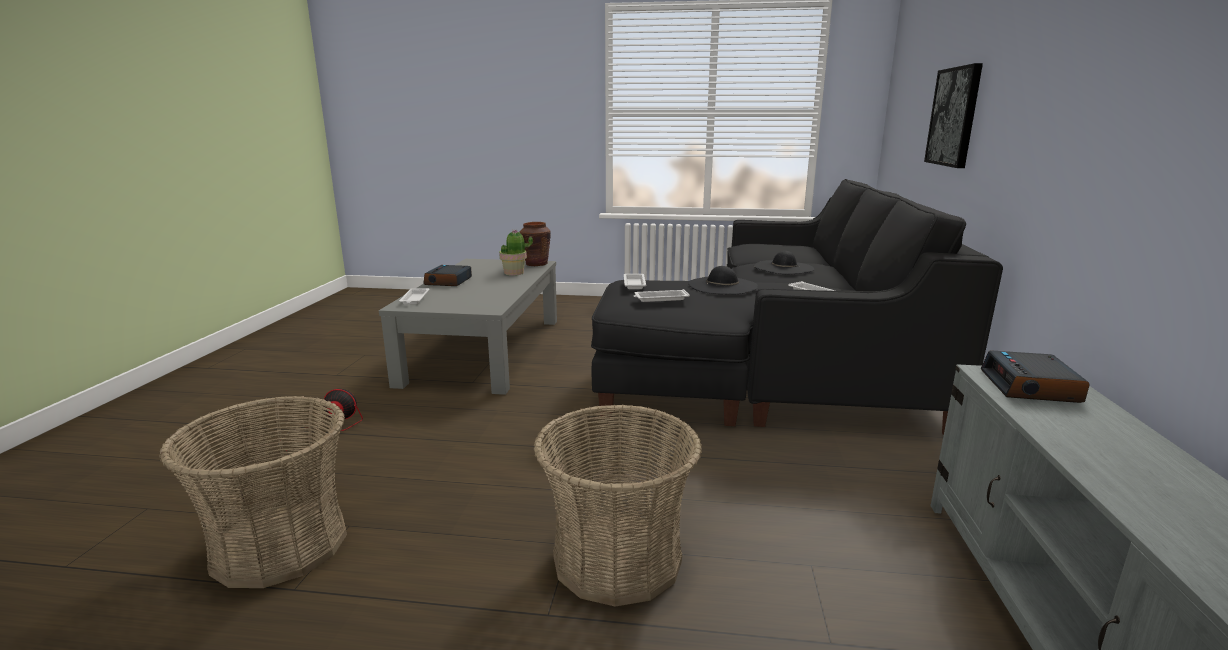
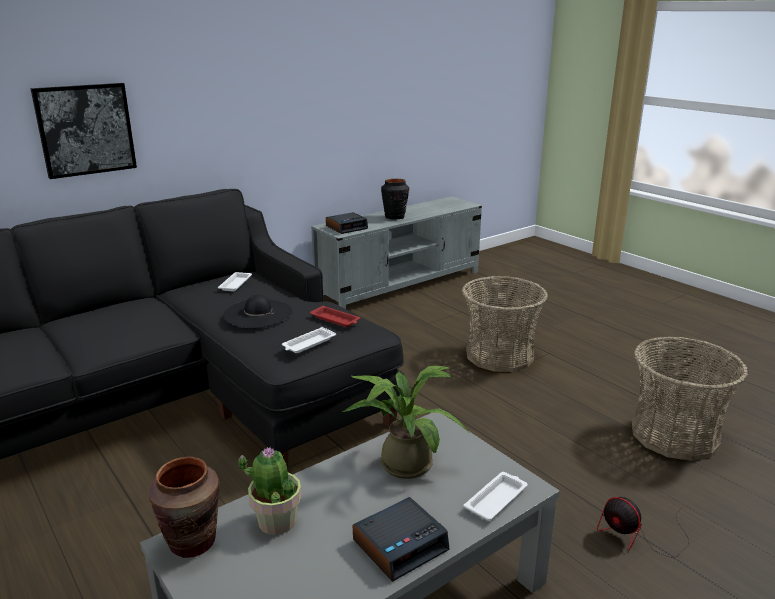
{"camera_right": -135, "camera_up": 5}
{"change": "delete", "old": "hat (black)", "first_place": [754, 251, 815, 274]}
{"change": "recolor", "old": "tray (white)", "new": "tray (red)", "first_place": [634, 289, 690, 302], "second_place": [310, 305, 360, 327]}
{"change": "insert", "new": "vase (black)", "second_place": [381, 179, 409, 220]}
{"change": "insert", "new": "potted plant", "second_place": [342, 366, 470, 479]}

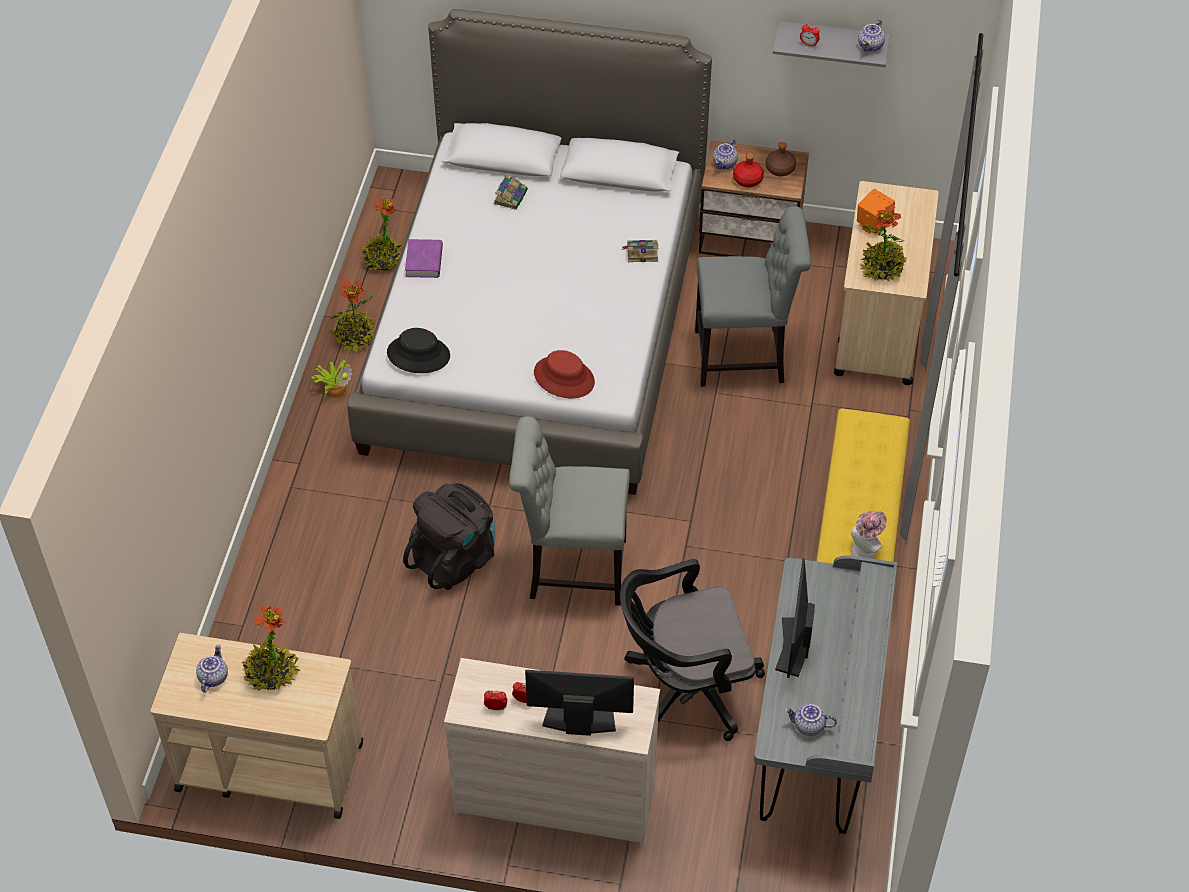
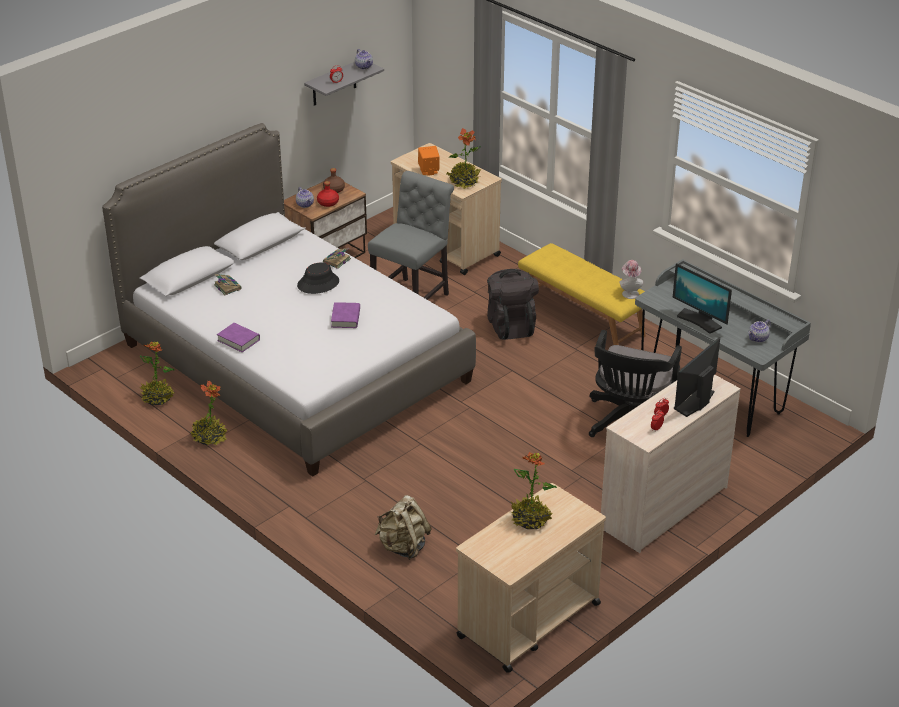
{"camera_right": -55, "camera_up": -15}
{"change": "move", "old": "hat (black)", "first_place": [387, 328, 450, 373], "second_place": [297, 263, 339, 294]}
{"change": "delete", "old": "hat (red)", "first_place": [534, 350, 595, 398]}
{"change": "delete", "old": "potted plant", "first_place": [311, 360, 352, 398]}
{"change": "delete", "old": "chair (grey)", "first_place": [509, 417, 630, 606]}
{"change": "move", "old": "backpack (black)", "first_place": [403, 483, 496, 590], "second_place": [487, 269, 539, 340]}
{"change": "delete", "old": "teapot", "first_place": [196, 644, 228, 693]}
{"change": "insert", "new": "book (purple)", "second_place": [331, 302, 360, 328]}
{"change": "insert", "new": "backpack (beige)", "second_place": [375, 495, 432, 560]}

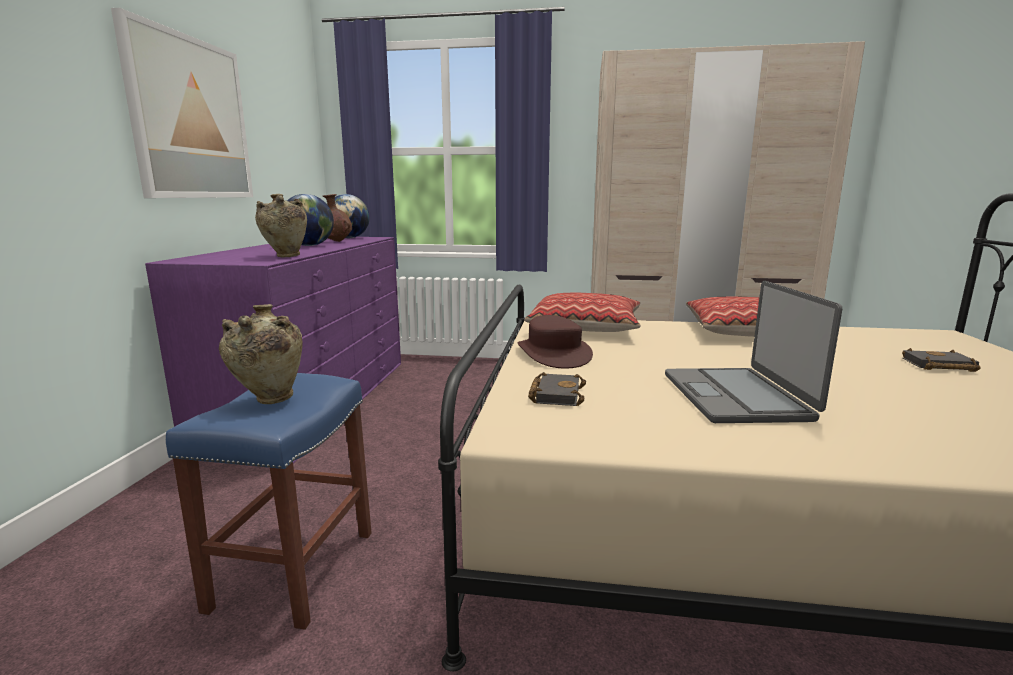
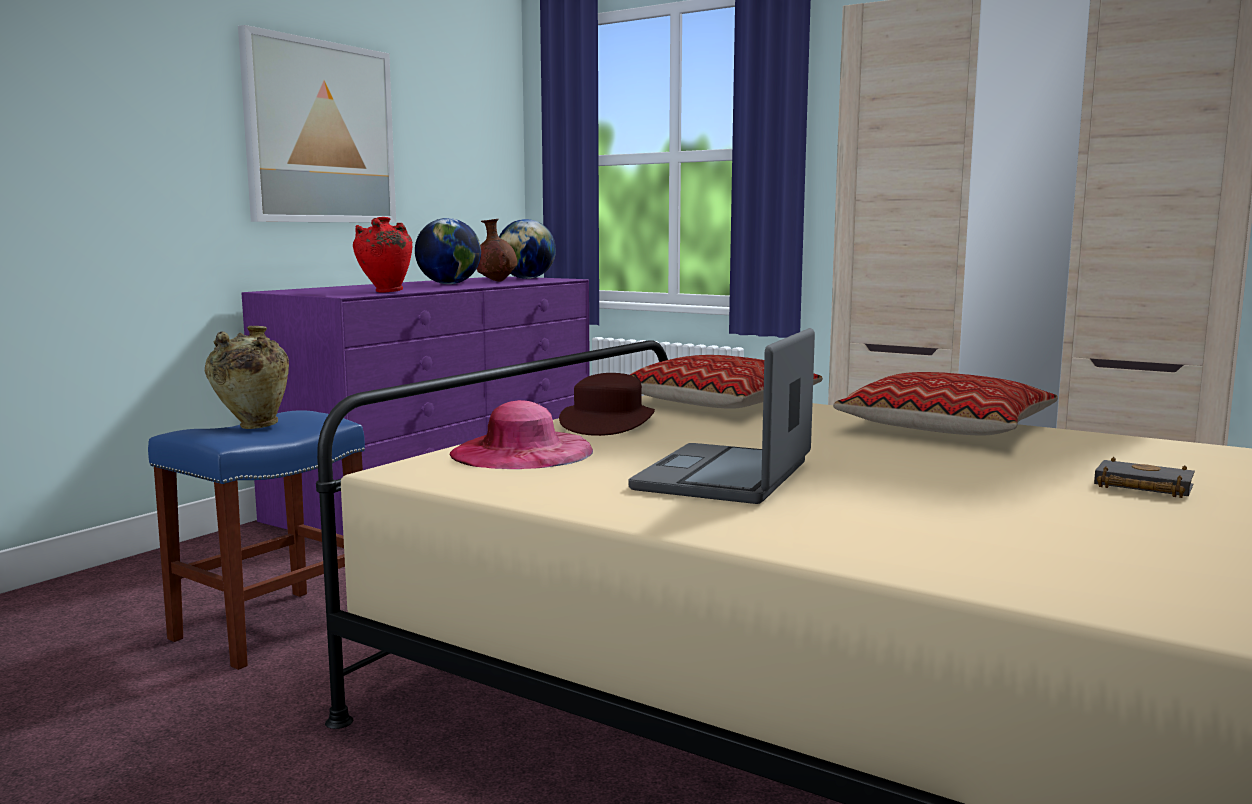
{"camera_right": 25, "camera_up": -5}
{"change": "recolor", "old": "vase (beige)", "new": "vase (red)", "first_place": [255, 194, 307, 257], "second_place": [353, 217, 412, 292]}
{"change": "replace", "old": "book (black)", "new": "hat (pink)", "first_place": [528, 372, 586, 406], "second_place": [449, 400, 593, 469]}

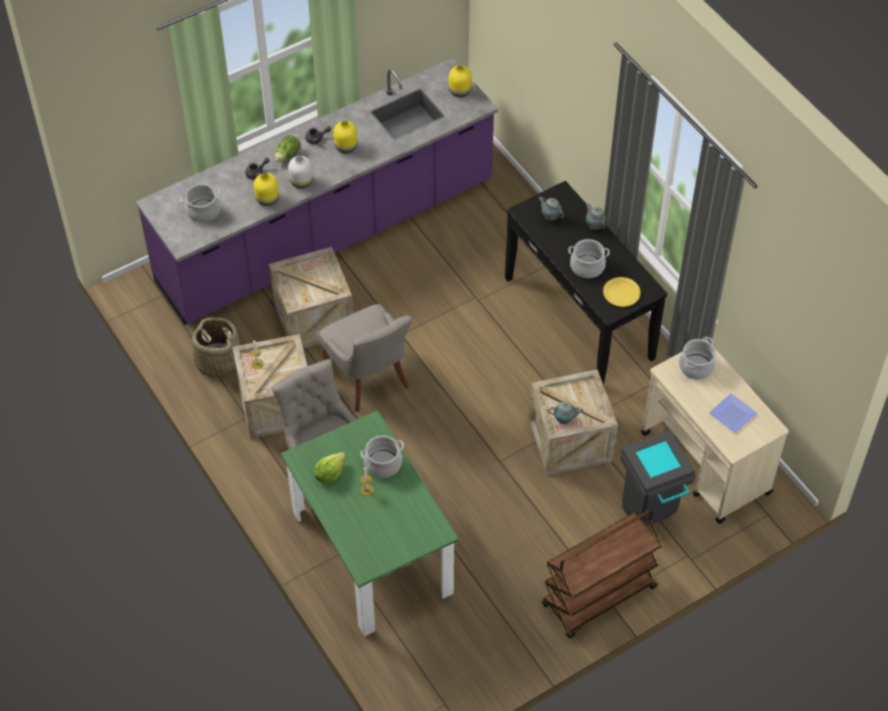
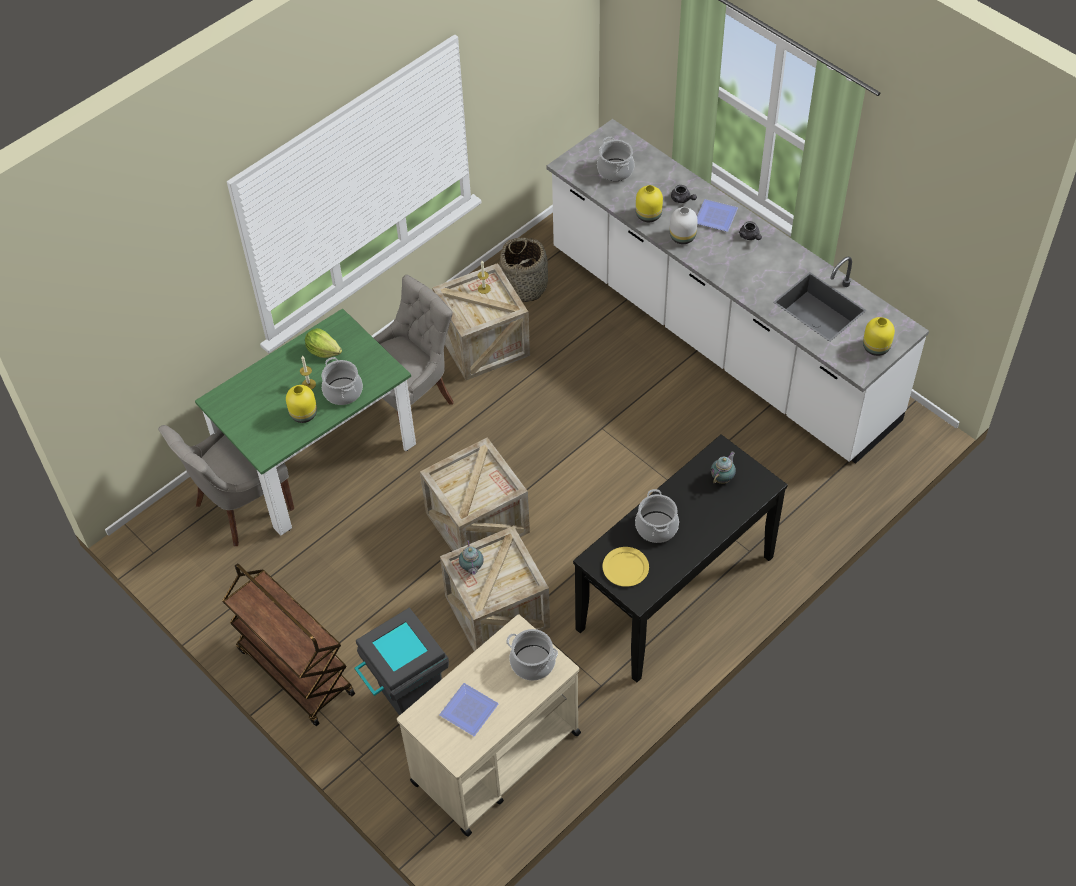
{"camera_right": 80, "camera_up": 0}
{"change": "recolor", "old": "counter (purple)", "new": "counter (white)", "first_place": [136, 58, 498, 325], "second_place": [547, 119, 929, 464]}
{"change": "move", "old": "vase (yellow)", "first_place": [333, 121, 358, 153], "second_place": [286, 385, 317, 423]}
{"change": "replace", "old": "lettuce", "new": "plate", "first_place": [275, 135, 301, 162], "second_place": [697, 199, 738, 232]}
{"change": "delete", "old": "teapot", "first_place": [586, 204, 606, 230]}
{"change": "move", "old": "crate", "first_place": [269, 247, 353, 348], "second_place": [420, 437, 530, 551]}
{"change": "move", "old": "chair (grey)", "first_place": [319, 304, 412, 412], "second_place": [158, 425, 294, 546]}

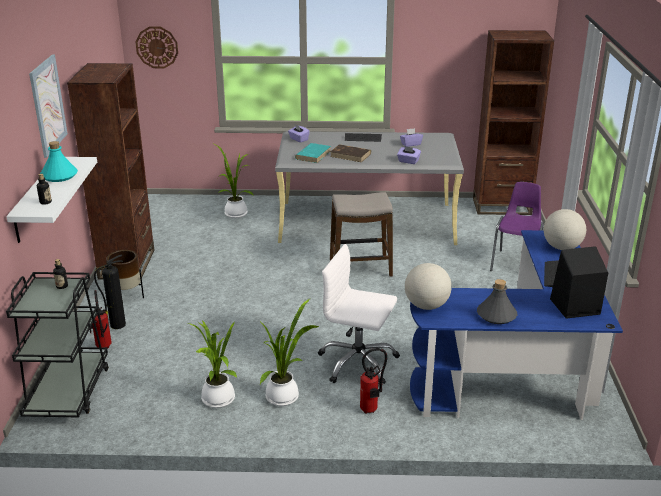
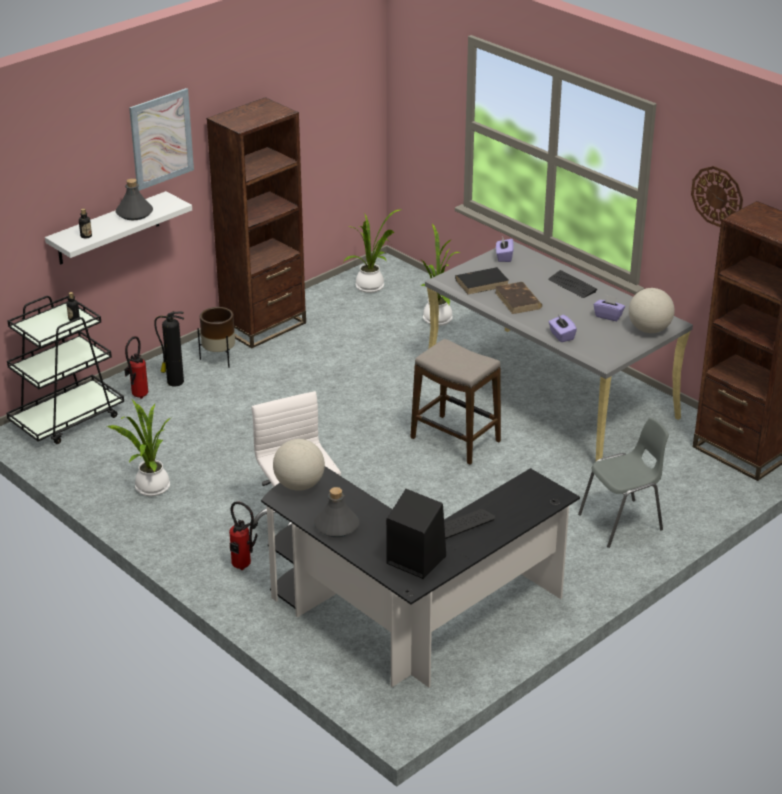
{"camera_right": 45, "camera_up": 5}
{"change": "move", "old": "wall clock", "first_place": [135, 27, 178, 68], "second_place": [691, 166, 743, 227]}
{"change": "recolor", "old": "bottle (turquoise)", "new": "bottle (grey)", "first_place": [40, 141, 78, 182], "second_place": [116, 178, 153, 220]}
{"change": "recolor", "old": "book (turquoise)", "new": "book (black)", "first_place": [295, 143, 331, 163], "second_place": [455, 267, 509, 294]}
{"change": "recolor", "old": "chair (purple)", "new": "chair (grey)", "first_place": [490, 182, 544, 271], "second_place": [578, 418, 669, 548]}
{"change": "move", "old": "globe", "first_place": [544, 209, 586, 250], "second_place": [629, 288, 675, 333]}
{"change": "recolor", "old": "desk (blue)", "new": "desk (black)", "first_place": [410, 230, 623, 420], "second_place": [261, 466, 580, 688]}
{"change": "move", "old": "potted plant", "first_place": [259, 298, 319, 406], "second_place": [343, 209, 402, 293]}

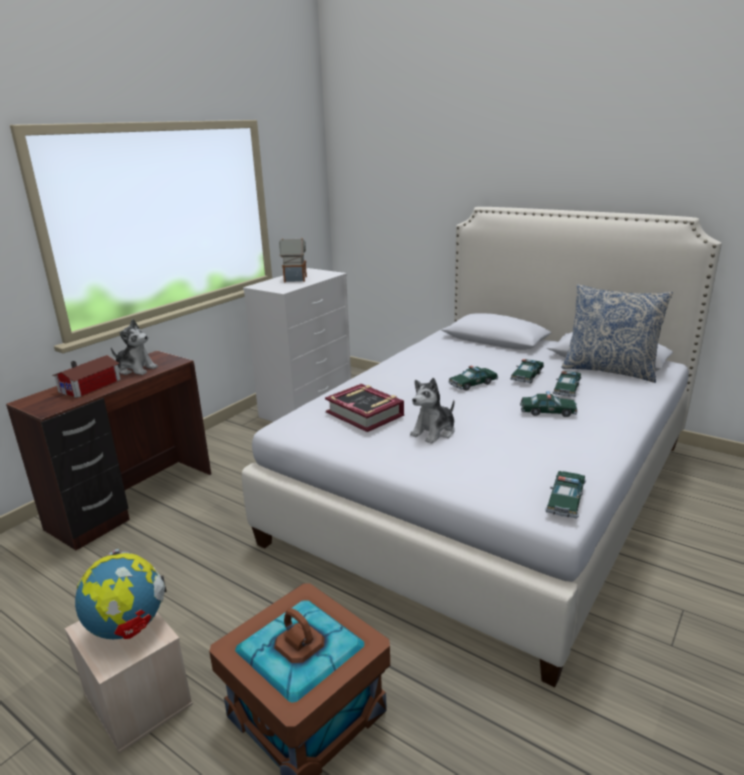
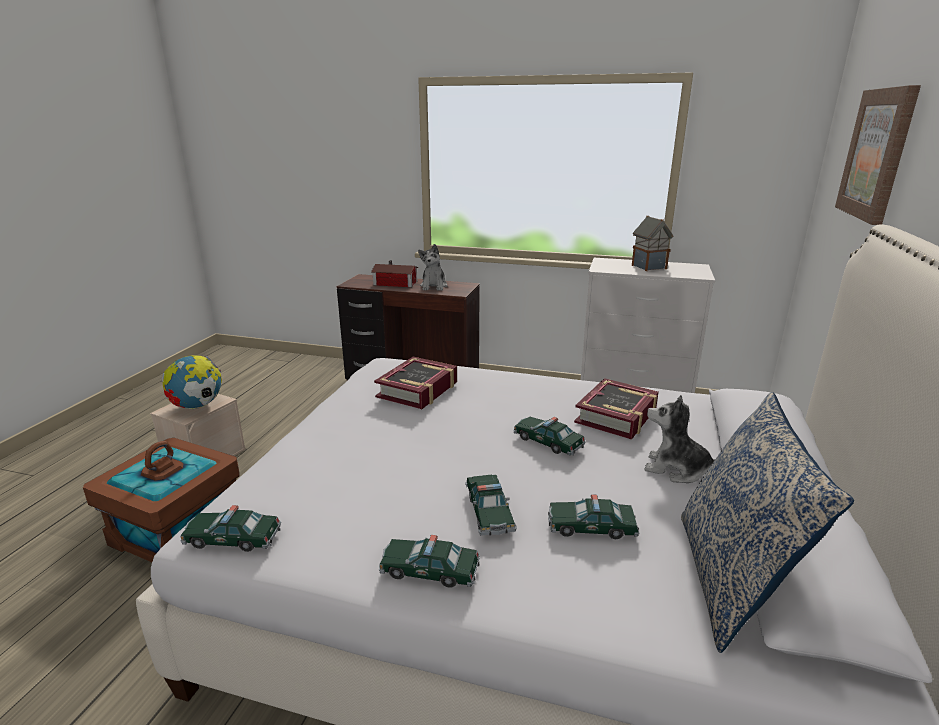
{"camera_right": 70, "camera_up": 0}
{"change": "move", "old": "toy car", "first_place": [510, 359, 544, 383], "second_place": [379, 535, 480, 588]}
{"change": "move", "old": "plush toy", "first_place": [410, 378, 455, 444], "second_place": [644, 395, 715, 483]}
{"change": "insert", "new": "picture", "second_place": [835, 85, 921, 225]}
{"change": "insert", "new": "book", "second_place": [574, 378, 659, 440]}

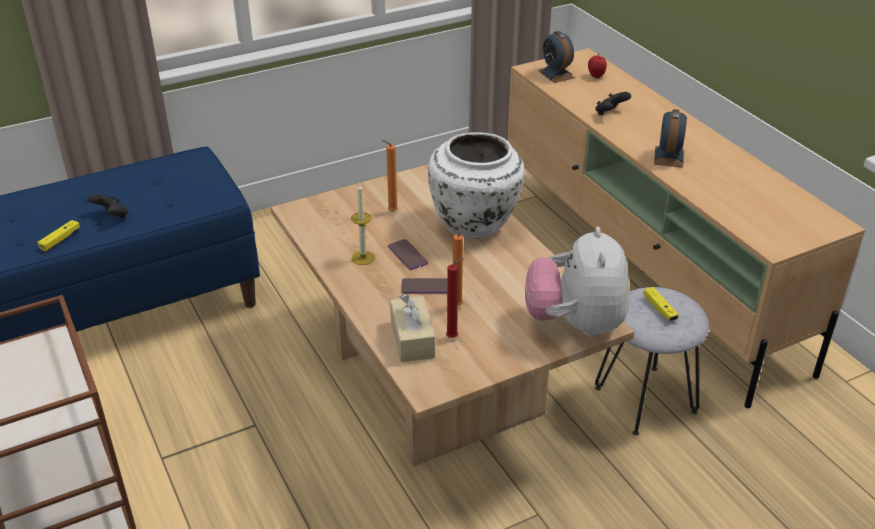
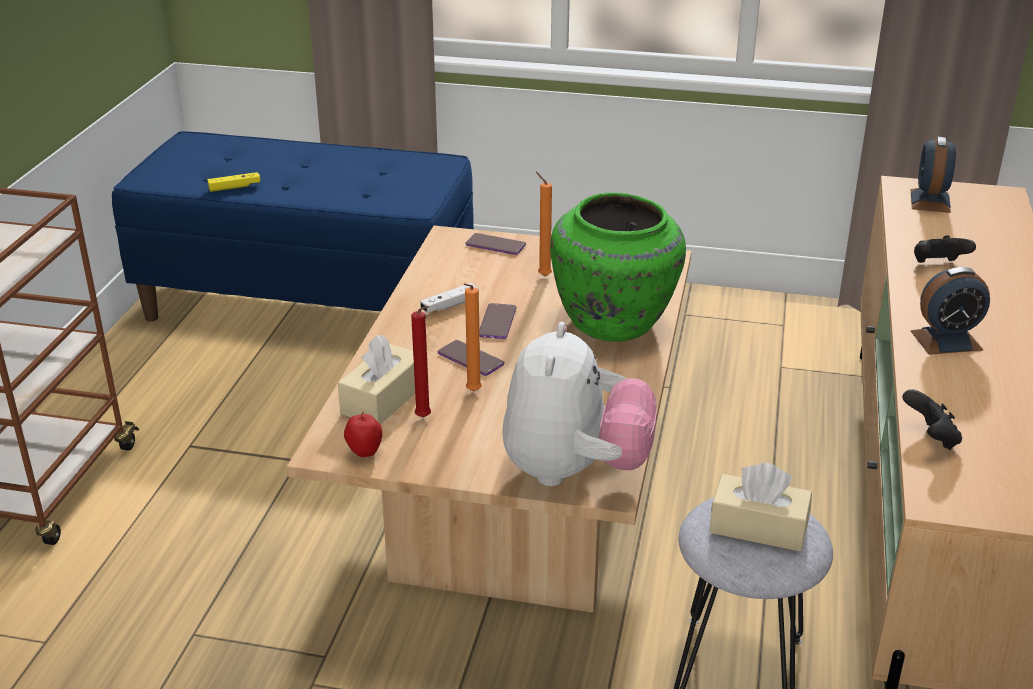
{"camera_right": 40, "camera_up": -5}
{"change": "move", "old": "apple", "first_place": [588, 53, 607, 78], "second_place": [344, 412, 382, 457]}
{"change": "rotate", "old": "alarm clock", "first_place": [654, 109, 687, 168], "second_place": [911, 267, 990, 355], "degrees": -150}
{"change": "recolor", "old": "vase (white)", "new": "vase (green)", "first_place": [428, 132, 525, 239], "second_place": [550, 192, 686, 342]}
{"change": "replace", "old": "candle", "new": "game controller (white)", "first_place": [351, 184, 375, 265], "second_place": [420, 283, 479, 313]}
{"change": "move", "old": "game controller (black)", "first_place": [88, 194, 128, 218], "second_place": [902, 390, 962, 450]}
{"change": "rotate", "old": "plush toy", "first_place": [525, 227, 629, 338], "second_place": [503, 322, 657, 486], "degrees": 150}
{"change": "replace", "old": "game controller (yellow)", "new": "tissue box (beige)", "first_place": [643, 287, 679, 321], "second_place": [709, 463, 812, 552]}
{"change": "insert", "new": "phone", "second_place": [465, 233, 526, 255]}

